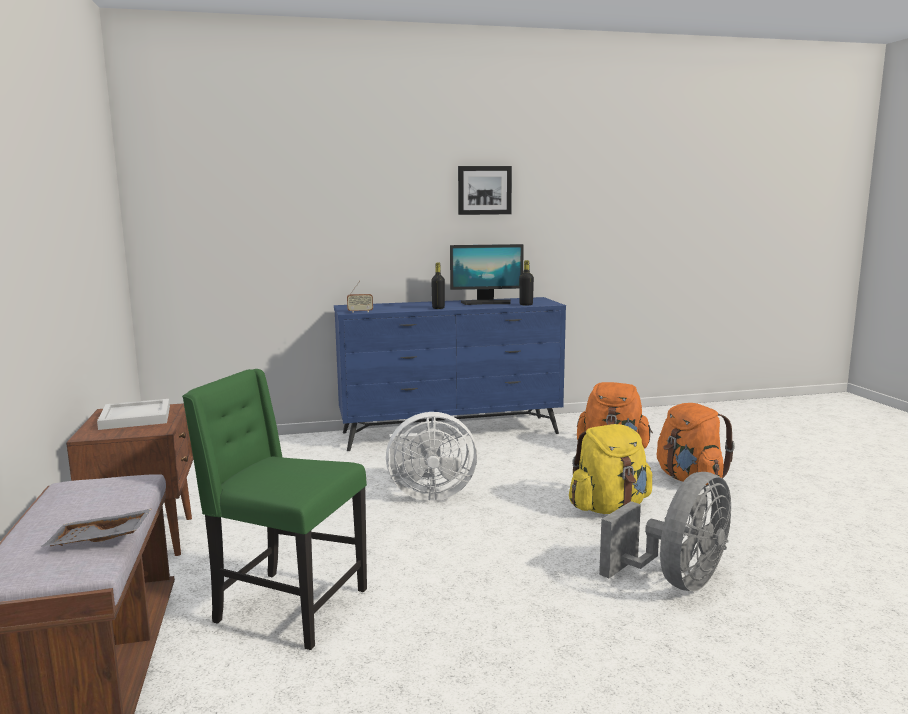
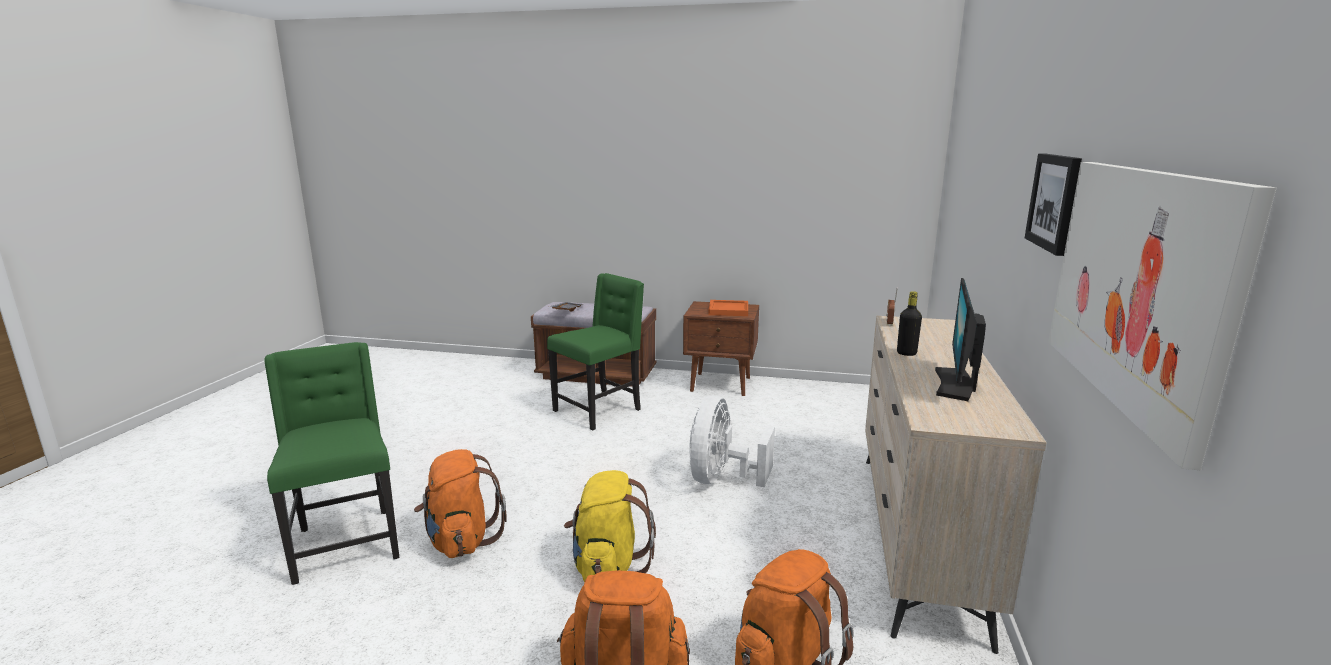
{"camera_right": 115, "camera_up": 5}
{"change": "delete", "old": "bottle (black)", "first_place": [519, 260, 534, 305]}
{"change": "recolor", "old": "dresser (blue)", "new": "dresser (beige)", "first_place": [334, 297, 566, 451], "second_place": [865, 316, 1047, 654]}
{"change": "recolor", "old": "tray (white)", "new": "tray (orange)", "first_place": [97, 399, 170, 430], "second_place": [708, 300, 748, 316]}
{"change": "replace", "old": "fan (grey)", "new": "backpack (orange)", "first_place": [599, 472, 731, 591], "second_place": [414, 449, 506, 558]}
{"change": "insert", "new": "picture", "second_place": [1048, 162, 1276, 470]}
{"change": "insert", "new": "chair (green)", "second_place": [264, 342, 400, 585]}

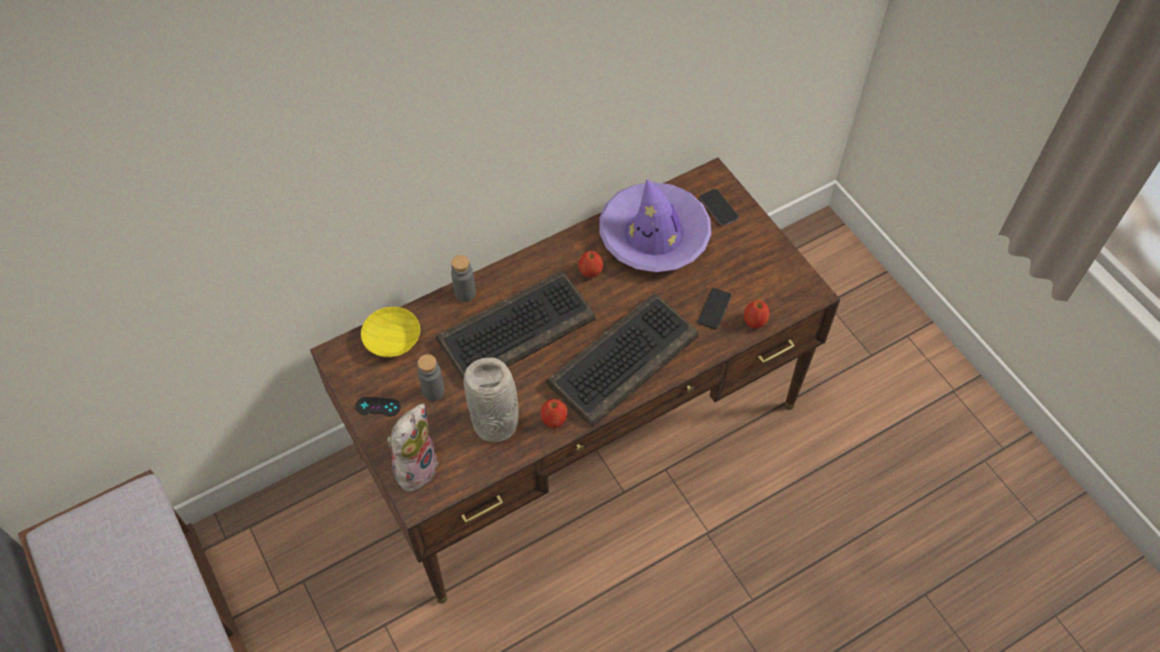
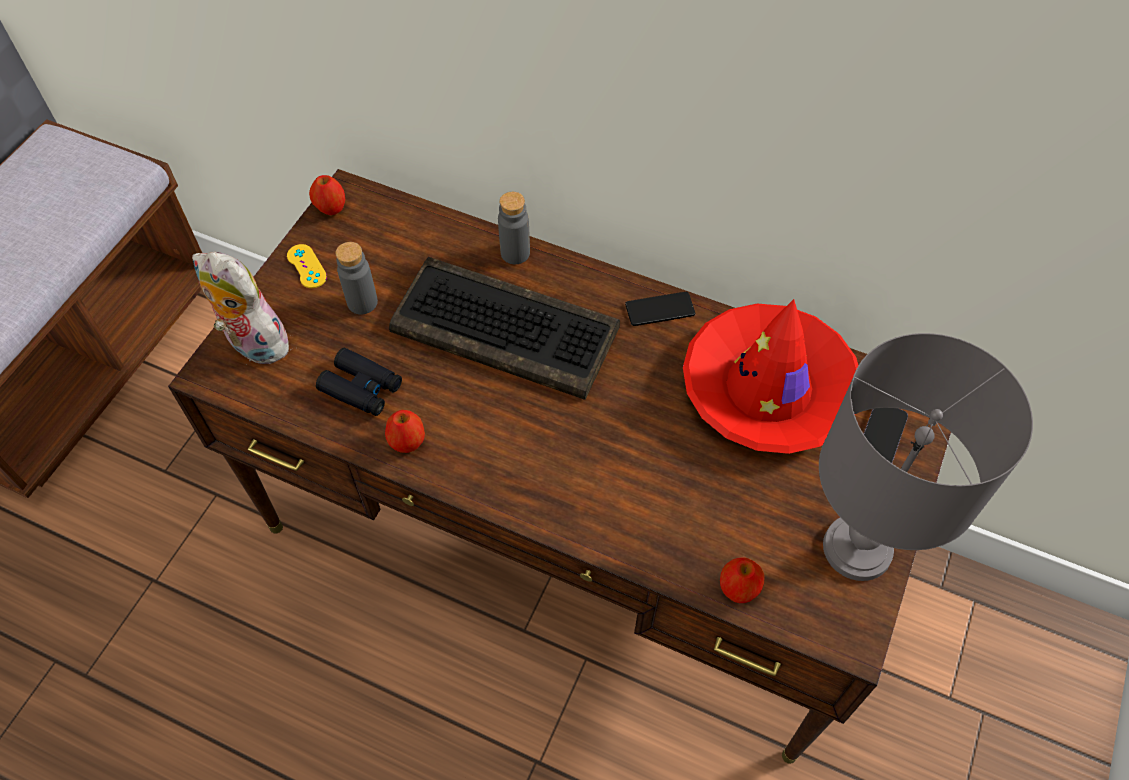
{"camera_right": 55, "camera_up": 0}
{"change": "recolor", "old": "hat (purple)", "new": "hat (red)", "first_place": [599, 179, 711, 272], "second_place": [683, 299, 858, 454]}
{"change": "move", "old": "apple", "first_place": [578, 251, 603, 278], "second_place": [309, 175, 345, 215]}
{"change": "move", "old": "phone", "first_place": [698, 288, 732, 330], "second_place": [625, 292, 695, 326]}
{"change": "delete", "old": "keyboard", "first_place": [546, 293, 699, 427]}
{"change": "delete", "old": "bowl (yellow)", "first_place": [361, 307, 420, 357]}
{"change": "replace", "old": "vase (grey)", "new": "binoculars (black)", "first_place": [464, 358, 519, 442], "second_place": [316, 348, 402, 416]}
{"change": "recolor", "old": "game controller (black)", "new": "game controller (yellow)", "first_place": [355, 397, 401, 417], "second_place": [287, 244, 327, 288]}
{"change": "rotate", "old": "plush toy", "first_place": [387, 404, 439, 493], "second_place": [192, 252, 289, 365], "degrees": -135}
{"change": "insert", "new": "table lamp (grey)", "second_place": [819, 333, 1033, 581]}

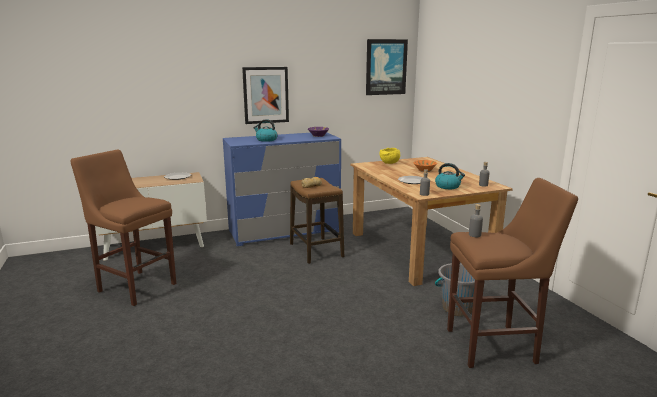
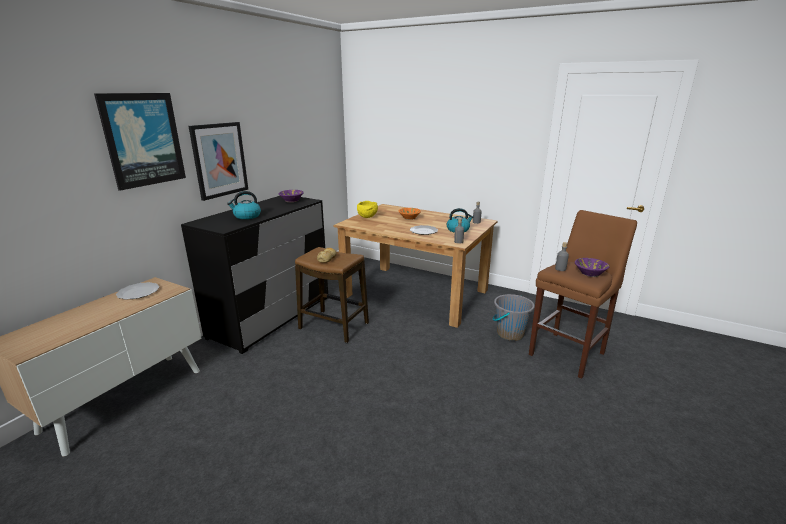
{"camera_right": -40, "camera_up": 5}
{"change": "move", "old": "picture", "first_place": [366, 39, 408, 95], "second_place": [94, 93, 186, 191]}
{"change": "recolor", "old": "dresser (blue)", "new": "dresser (black)", "first_place": [223, 133, 341, 246], "second_place": [181, 196, 328, 354]}
{"change": "delete", "old": "stool (brown)", "first_place": [71, 149, 176, 306]}
{"change": "insert", "new": "bowl (purple)", "second_place": [575, 258, 609, 277]}

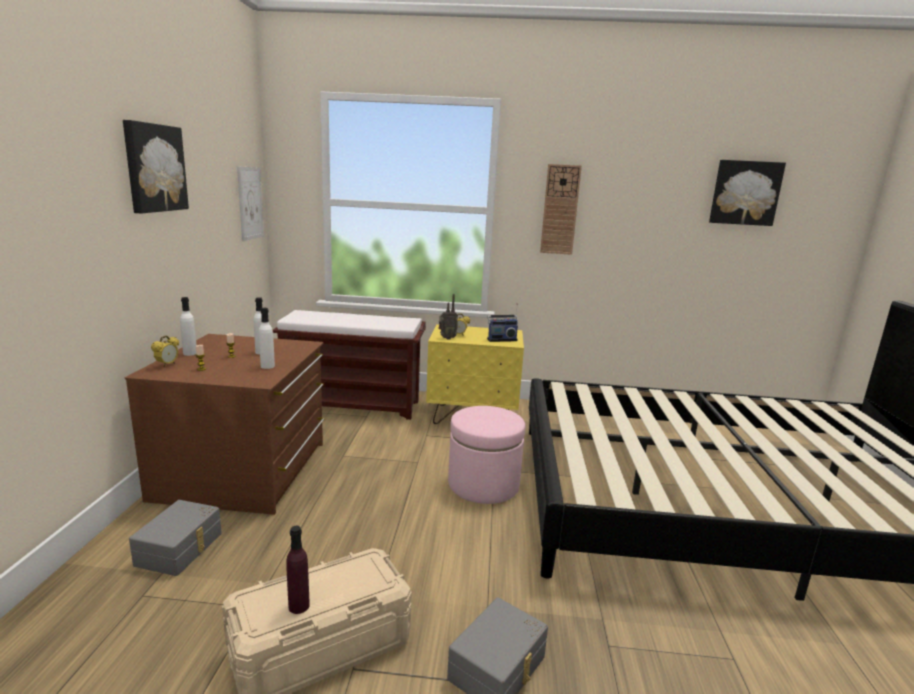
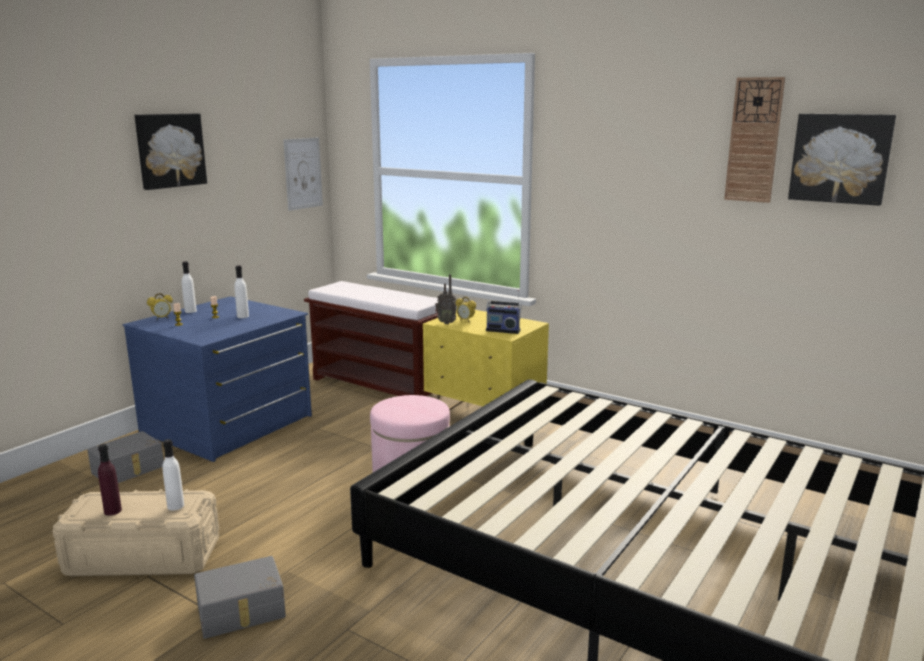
{"camera_right": 30, "camera_up": 0}
{"change": "move", "old": "wall clock", "first_place": [540, 164, 582, 255], "second_place": [724, 77, 785, 203]}
{"change": "move", "old": "bottle (white)", "first_place": [259, 308, 275, 369], "second_place": [162, 439, 184, 510]}
{"change": "recolor", "old": "dresser (brown)", "new": "dresser (blue)", "first_place": [125, 334, 324, 515], "second_place": [123, 296, 312, 462]}

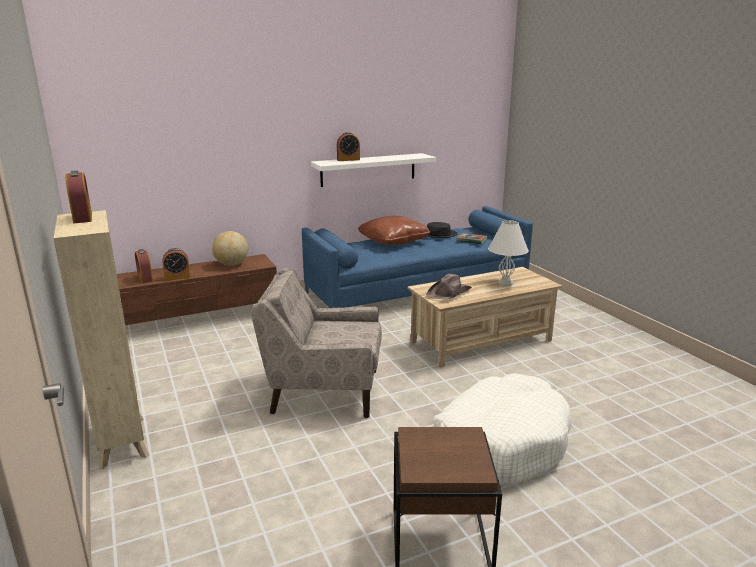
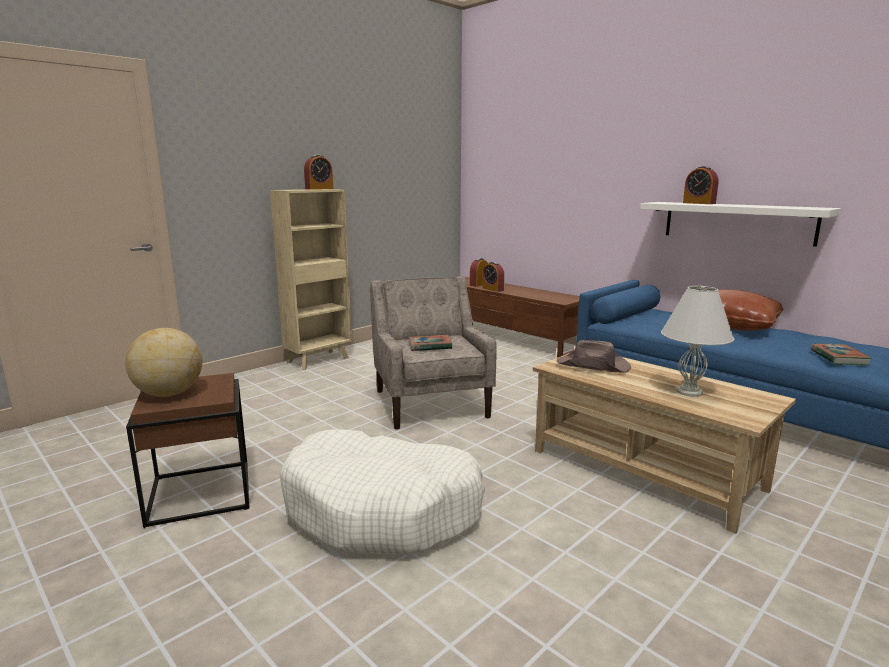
{"camera_right": 70, "camera_up": -5}
{"change": "delete", "old": "hat (black)", "first_place": [427, 222, 458, 238]}
{"change": "move", "old": "globe", "first_place": [212, 231, 248, 266], "second_place": [125, 328, 203, 397]}
{"change": "insert", "new": "book", "second_place": [409, 335, 452, 351]}

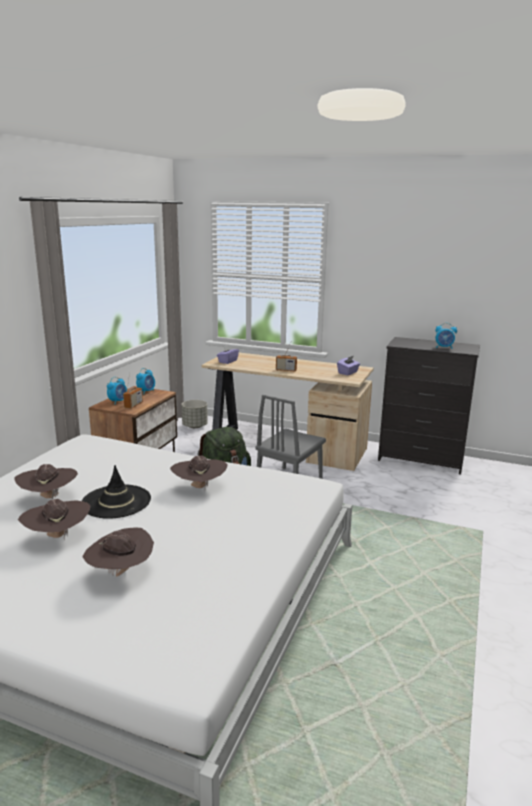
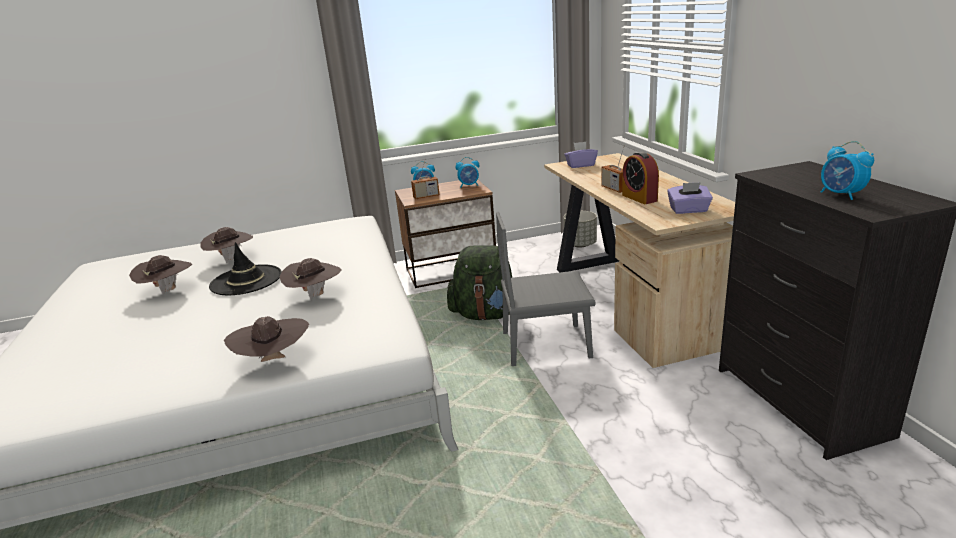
{"camera_right": 55, "camera_up": 5}
{"change": "move", "old": "hat (brown)", "first_place": [82, 528, 154, 576], "second_place": [224, 316, 309, 362]}
{"change": "insert", "new": "alarm clock", "second_place": [622, 152, 659, 204]}

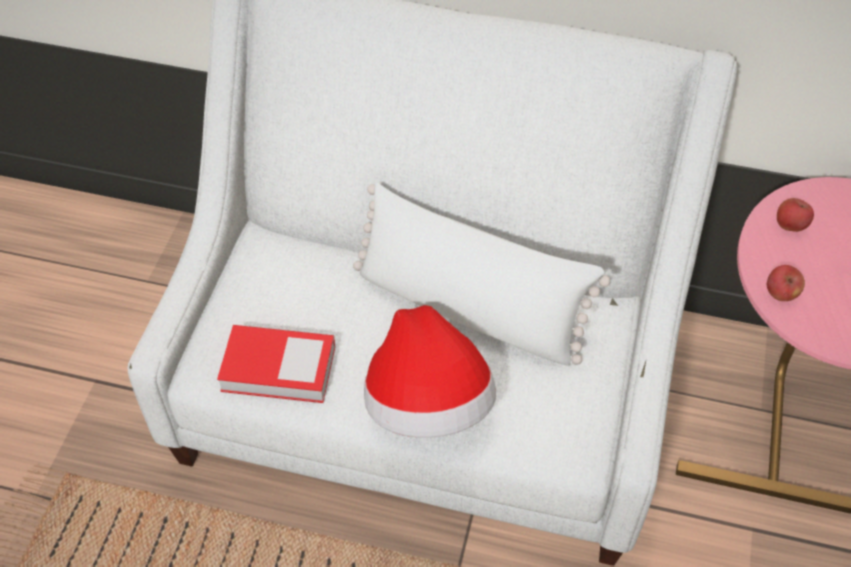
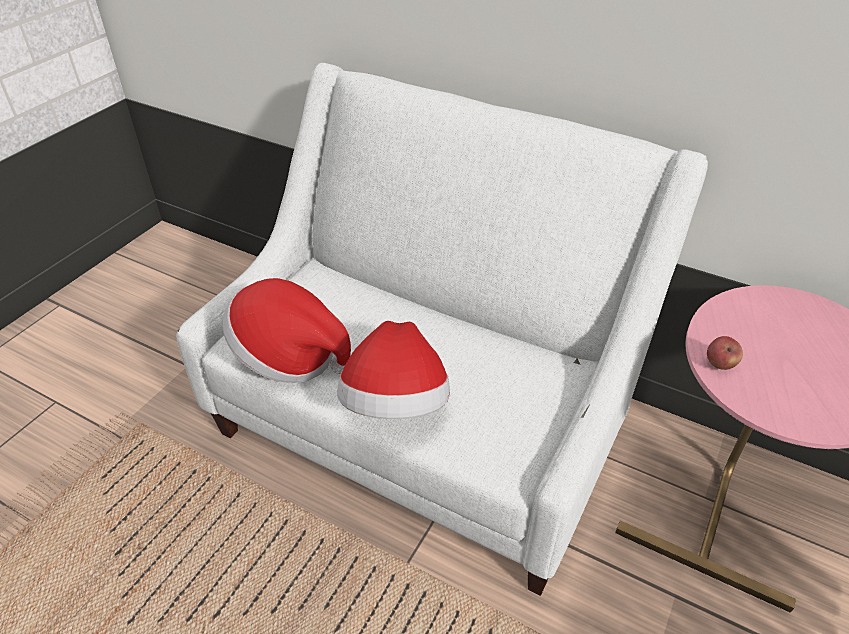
{"camera_right": 15, "camera_up": -10}
{"change": "delete", "old": "pillow (white)", "first_place": [353, 183, 610, 366]}
{"change": "delete", "old": "apple", "first_place": [777, 198, 814, 232]}
{"change": "replace", "old": "book", "new": "hat", "first_place": [217, 325, 335, 403], "second_place": [222, 278, 351, 383]}

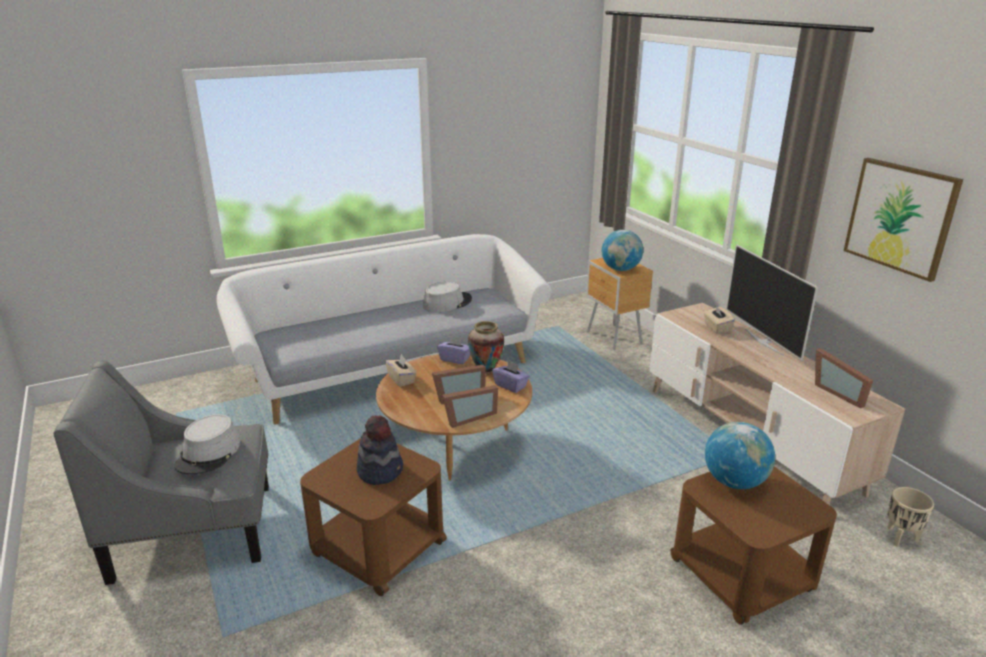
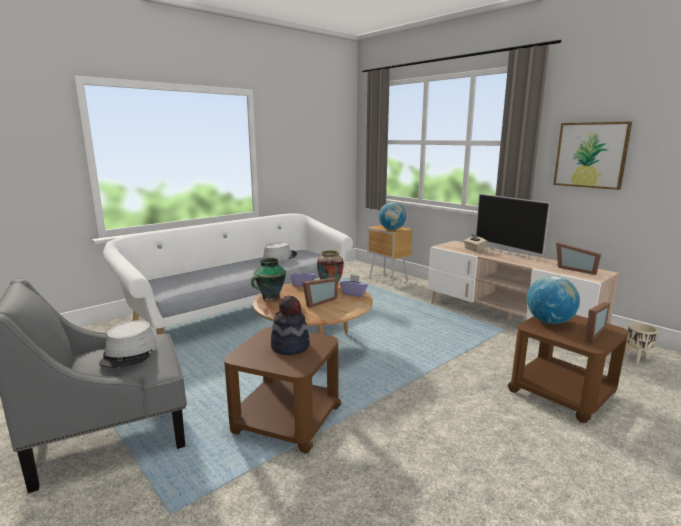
{"camera_right": -15, "camera_up": -10}
{"change": "replace", "old": "tissue box (beige)", "new": "vase", "first_place": [385, 354, 417, 387], "second_place": [251, 258, 286, 301]}
{"change": "move", "old": "picture frame", "first_place": [442, 385, 498, 428], "second_place": [581, 302, 610, 342]}

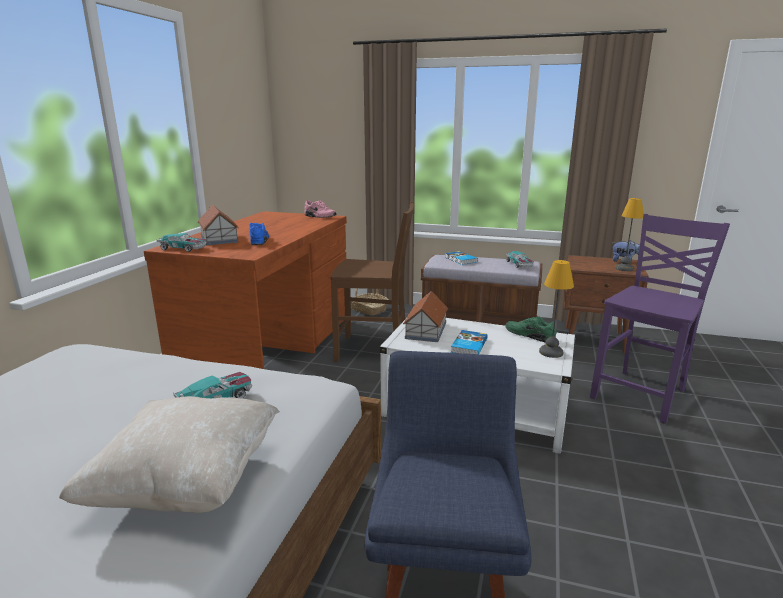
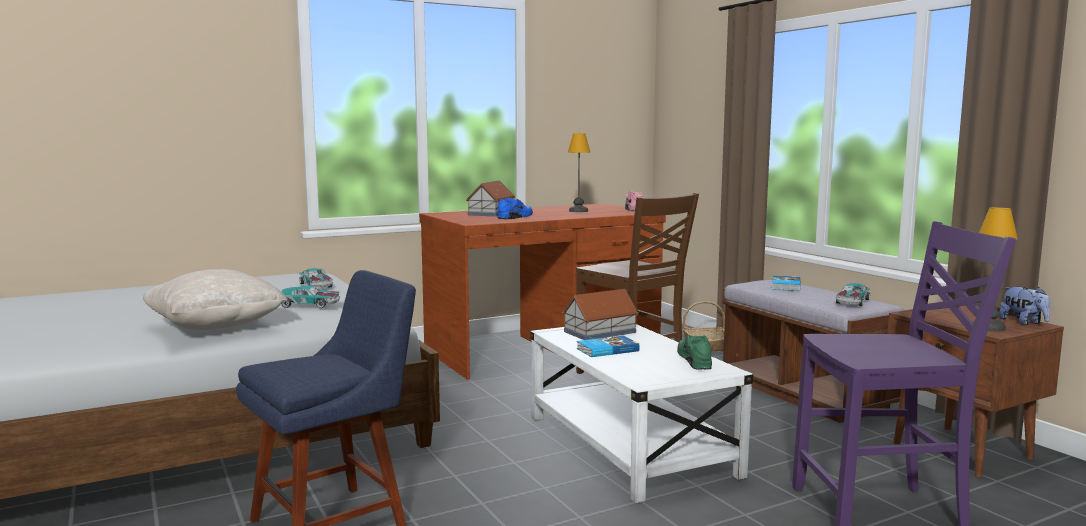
{"camera_right": 45, "camera_up": -10}
{"change": "move", "old": "toy car", "first_place": [157, 233, 207, 252], "second_place": [299, 268, 333, 288]}
{"change": "move", "old": "table lamp", "first_place": [539, 260, 574, 358], "second_place": [568, 133, 590, 212]}

